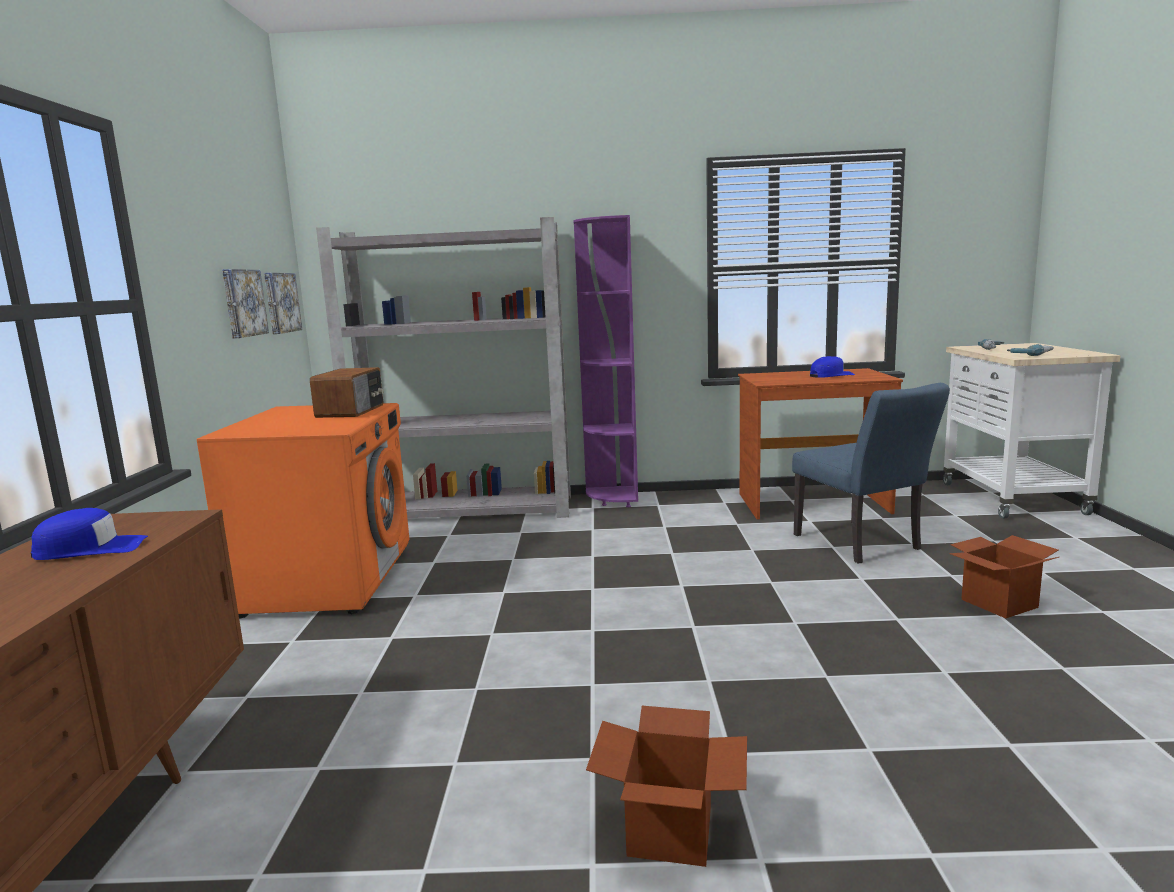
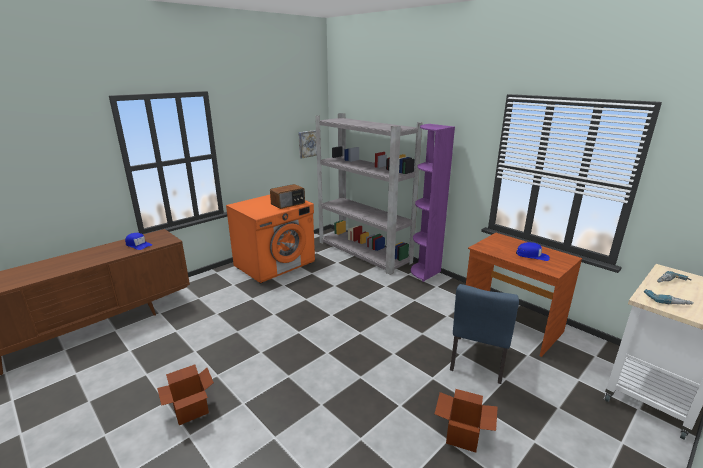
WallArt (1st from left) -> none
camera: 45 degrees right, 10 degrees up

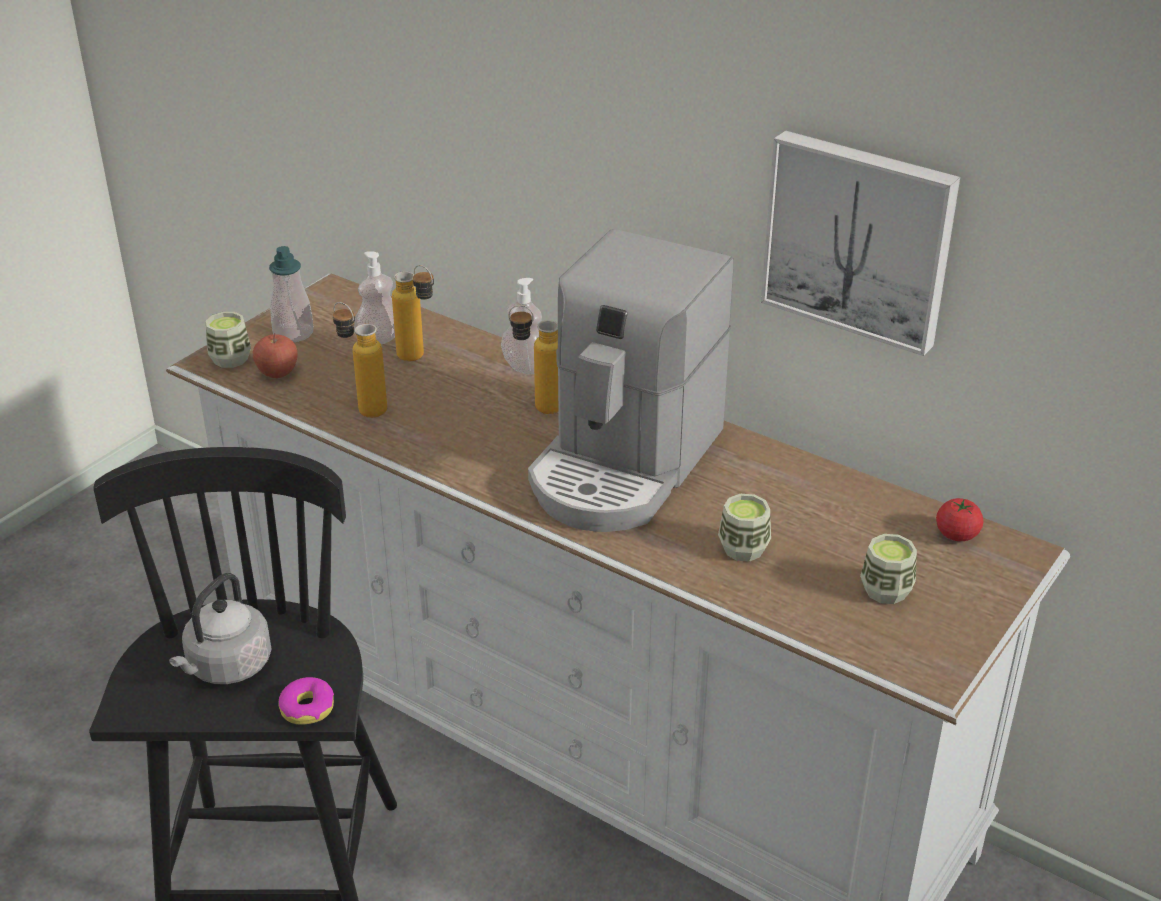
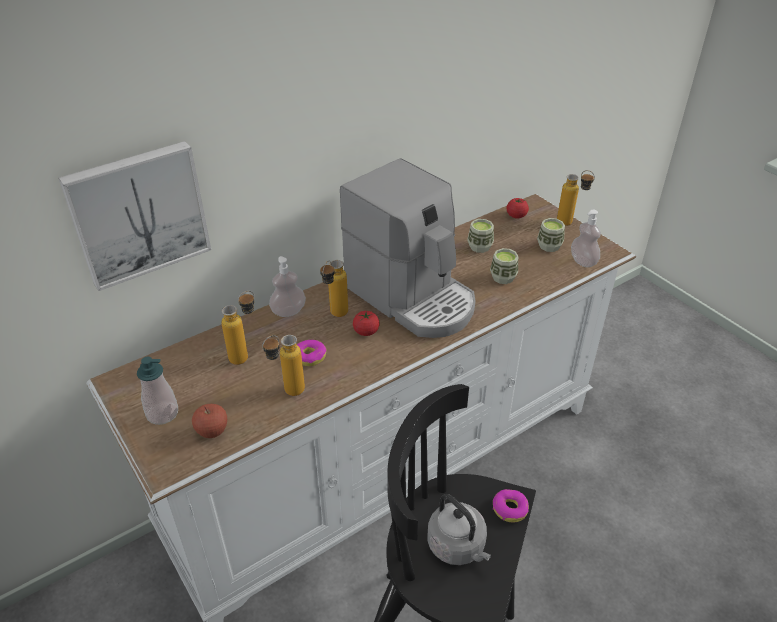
DrinkingCup (1st from left), moved
SoapDispenser (2nd from left in the first image) -> SoapDispenser (3rd from left), moved
WallArt, moved
none -> Doughnut (1st from left)
none -> FreshTomato (1st from left)
none -> BeverageBottle (4th from left)
camera: 70 degrees left, 5 degrees up

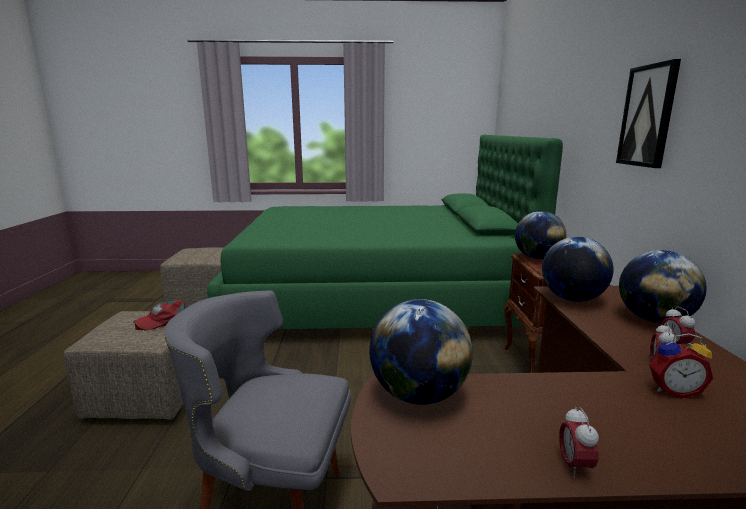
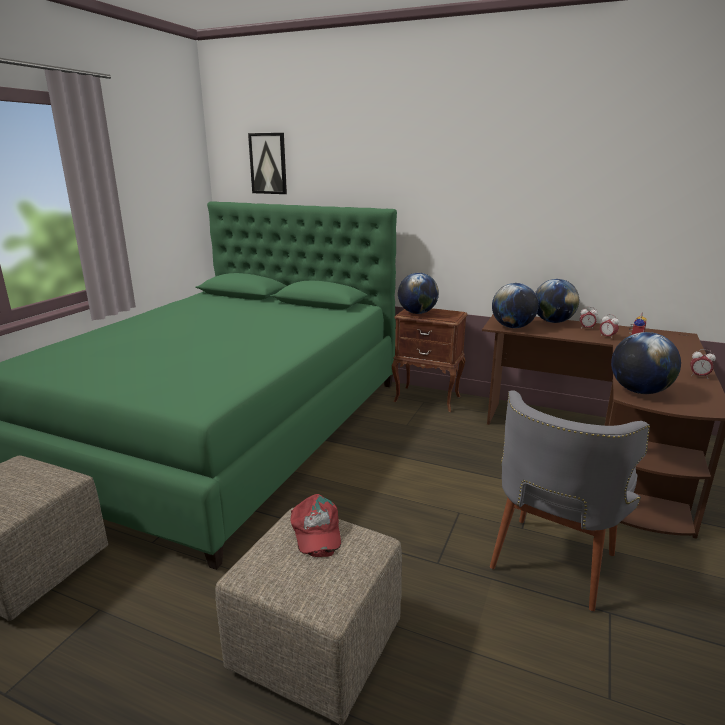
WallArt, moved
camera: 65 degrees left, 5 degrees up

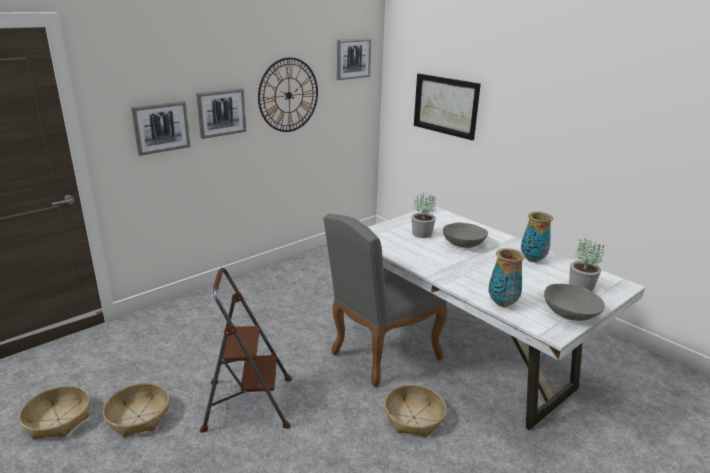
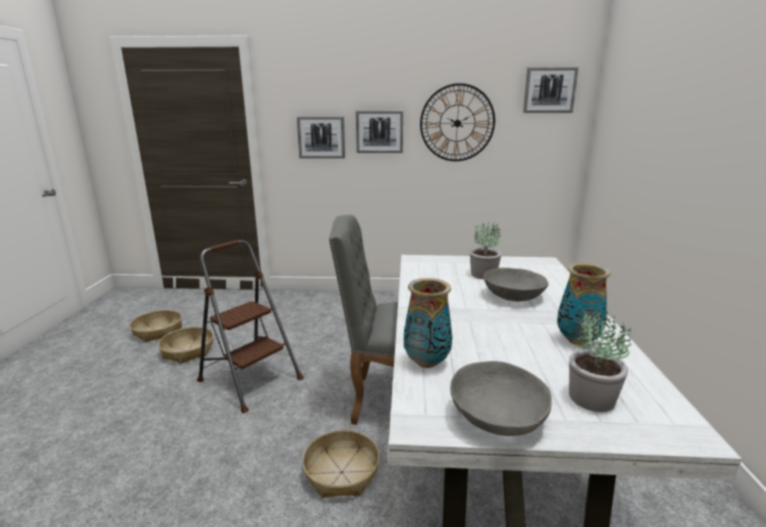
WallArt (4th from left) -> none
camera: 45 degrees right, 5 degrees down

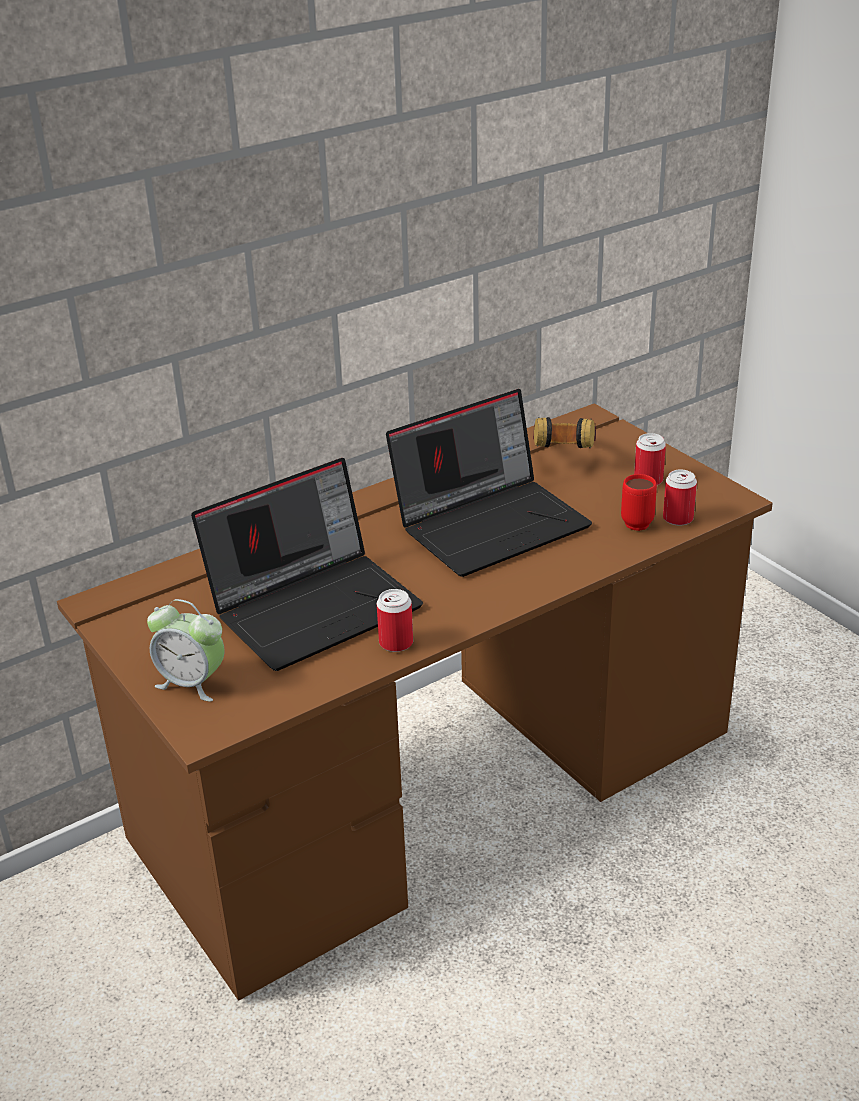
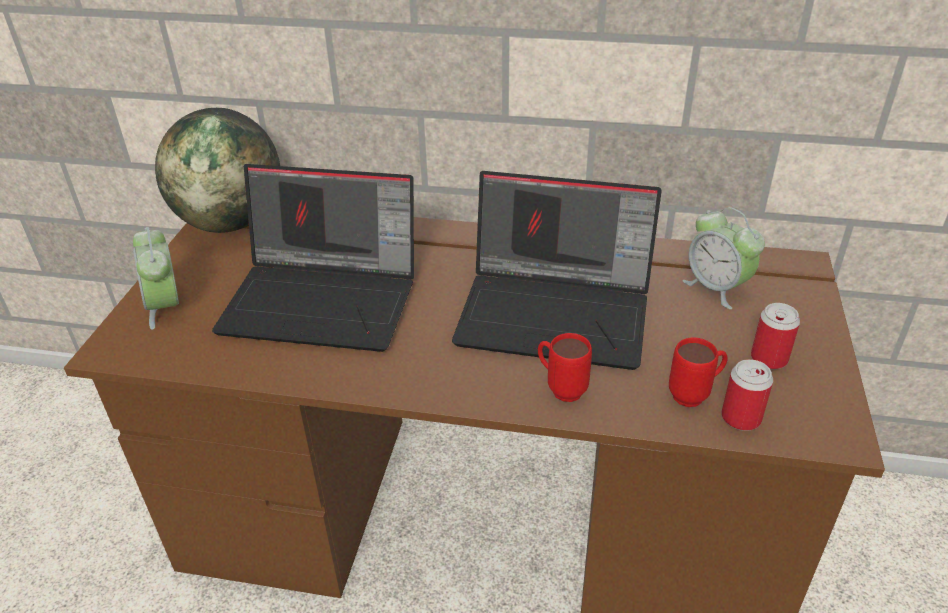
MetalCan (1st from left) -> none
PairOfHeadphones -> BedsideClock (2nd from left)
none -> WorldGlobe
none -> RedColouredTeaMug (1st from left)
camera: 45 degrees right, 5 degrees up

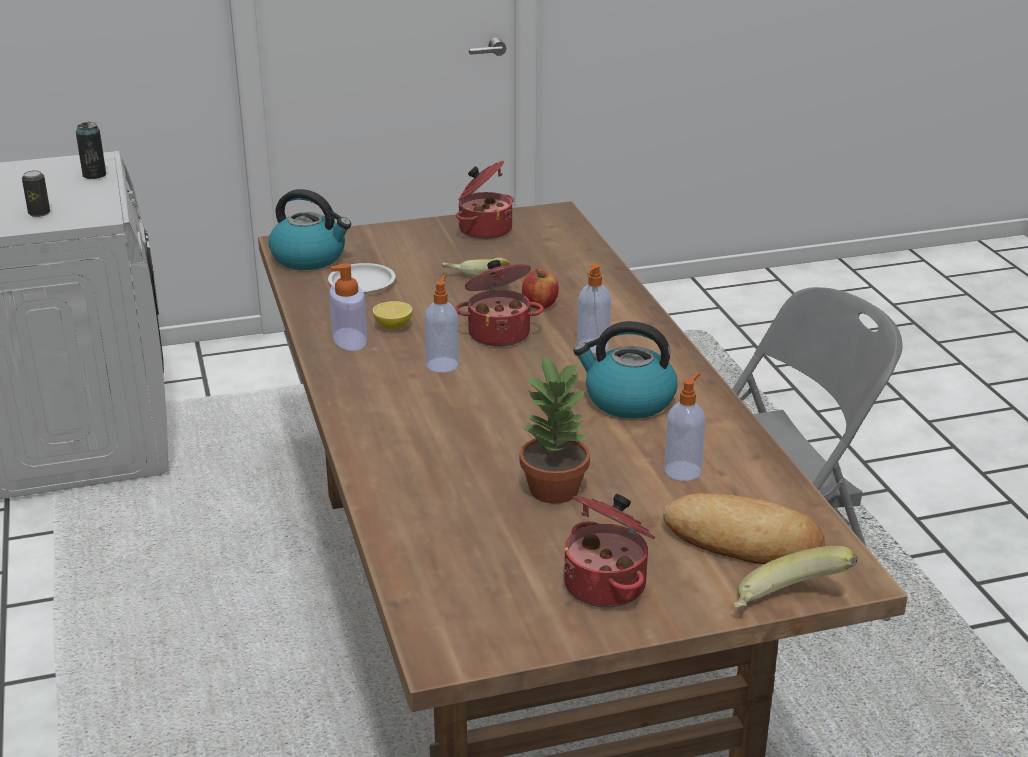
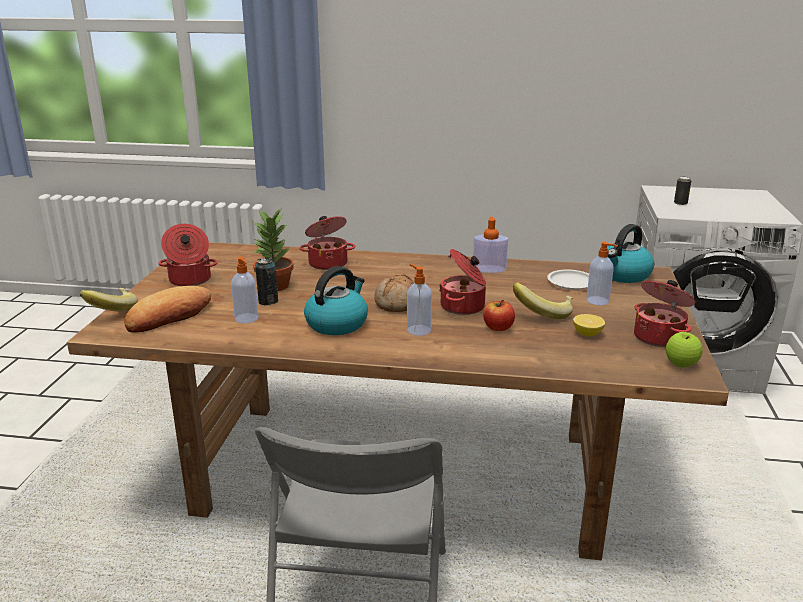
MetalCan (2nd from left in the first image) -> MetalCan (1st from left), moved
WholeLemon, moved
SoapDispenser (2nd from left in the first image) -> SoapDispenser (4th from left), moved
none -> Saucepot (2nd from left)
none -> BakedBread (2nd from left)
none -> WholeApple (2nd from left)
camera: 115 degrees right, 5 degrees down

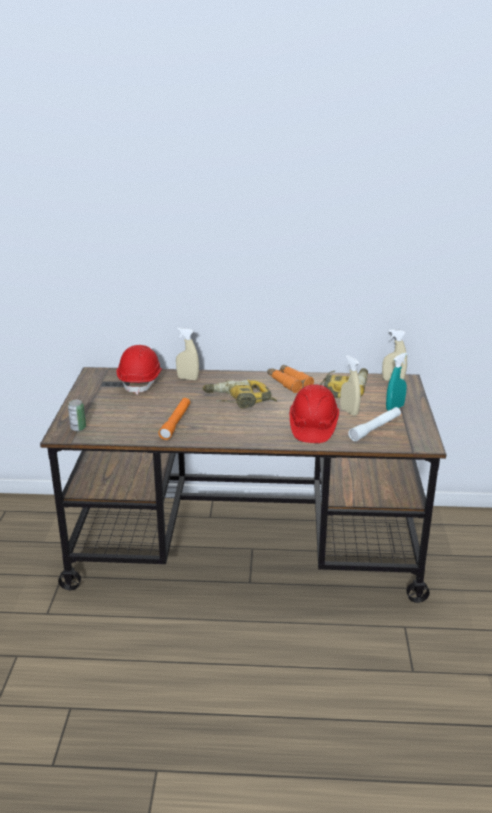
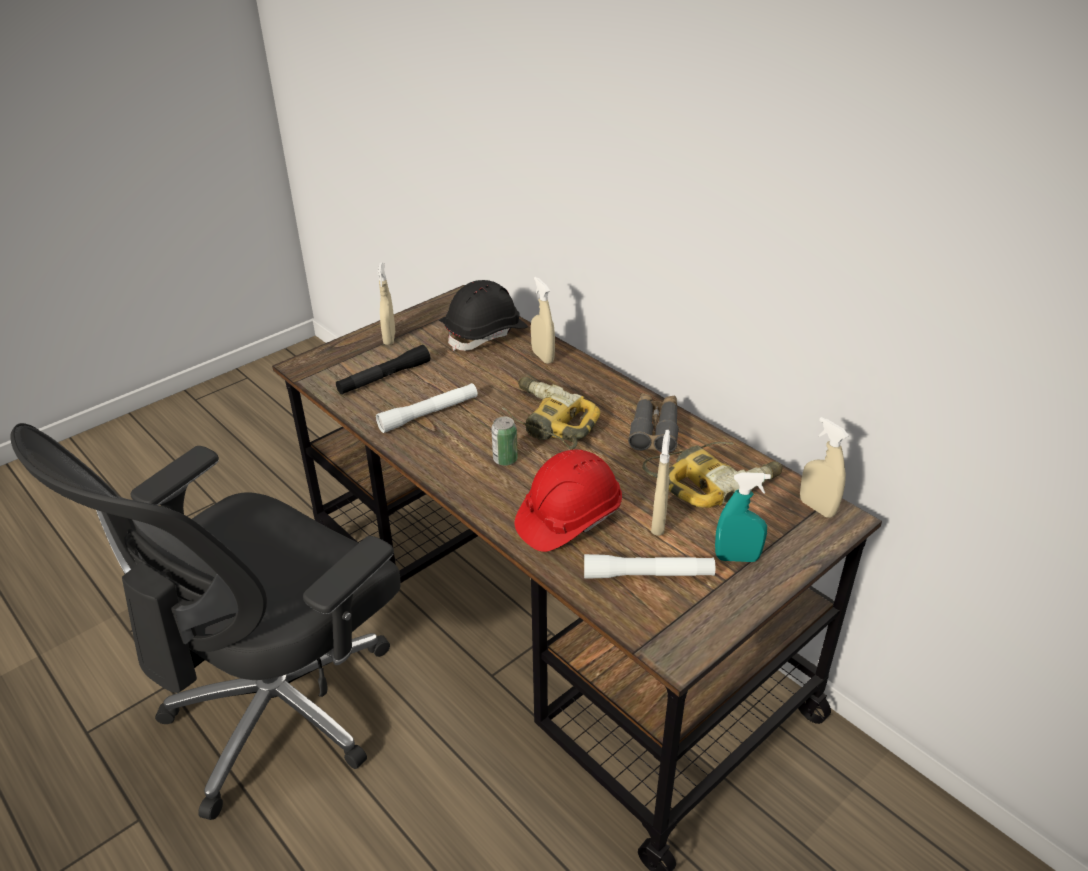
MetalCan, moved
RedColouredSafetyHelmet (1st from left) -> BlackishSafetyHelmet
OrangeColouredTorch -> WhitishTorch (1st from left)
OrangeColouredPairOfBinoculars -> GreyPairOfBinoculars
none -> OfficeChair
none -> BlackishTorch
none -> SandColouredSprayer (1st from left)
camera: 45 degrees right, 10 degrees up

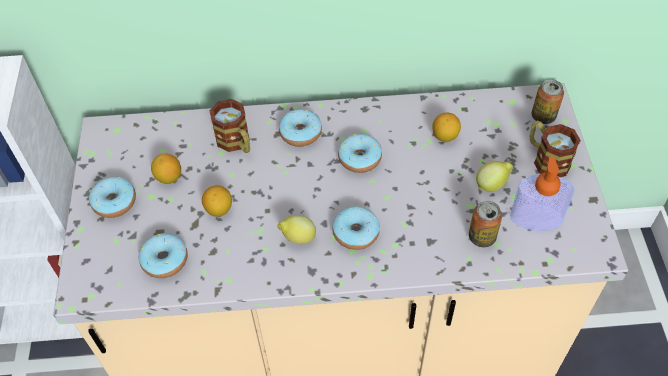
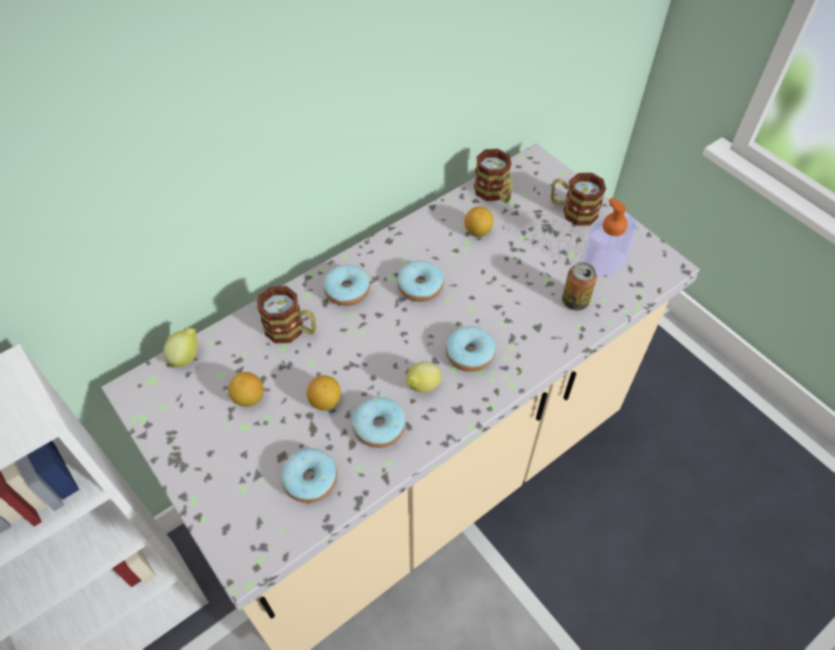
Doughnut (1st from left in the first image) -> Doughnut (3rd from left), moved
WholeLemon (5th from left in the first image) -> WholeLemon (1st from left), moved
MetalCan (2nd from left) -> none
none -> TeaMug (2nd from left)
camera: 35 degrees left, 0 degrees up

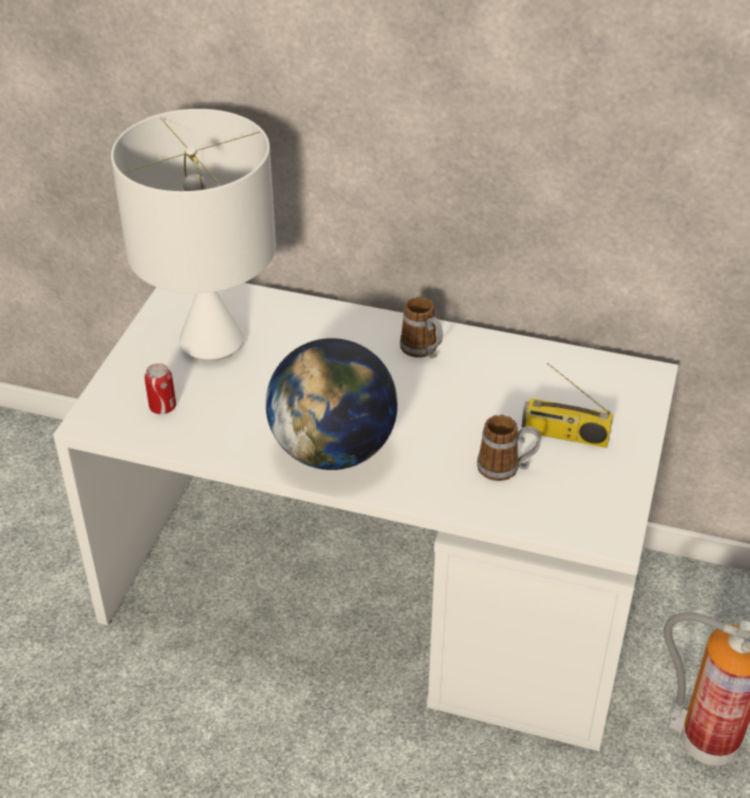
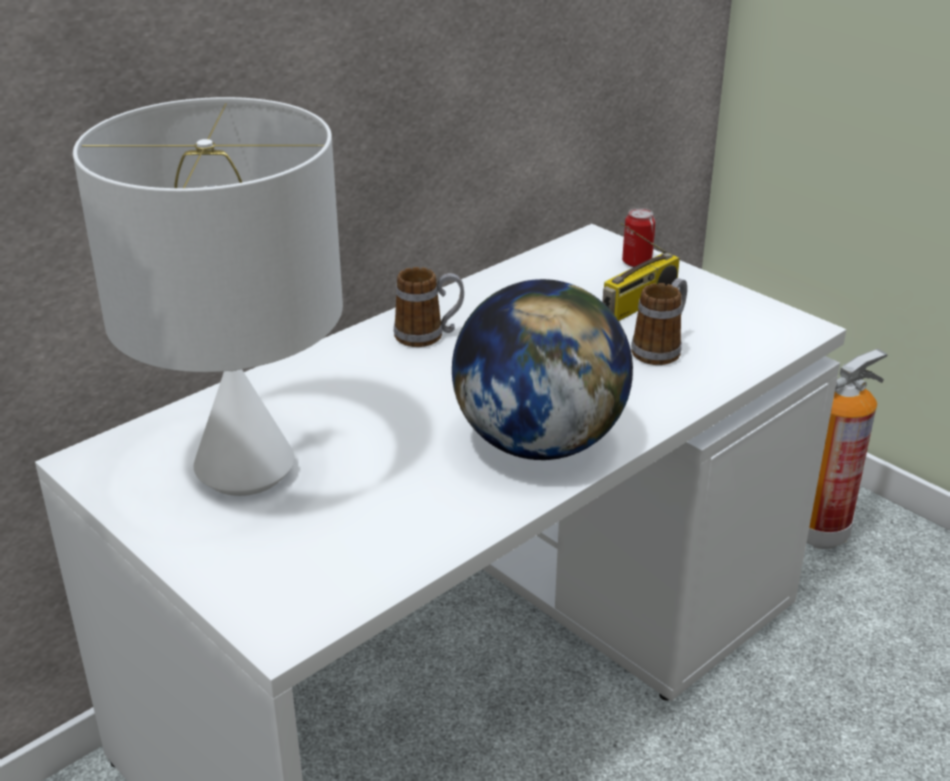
MetalCan, moved
camera: 60 degrees left, 10 degrees down

